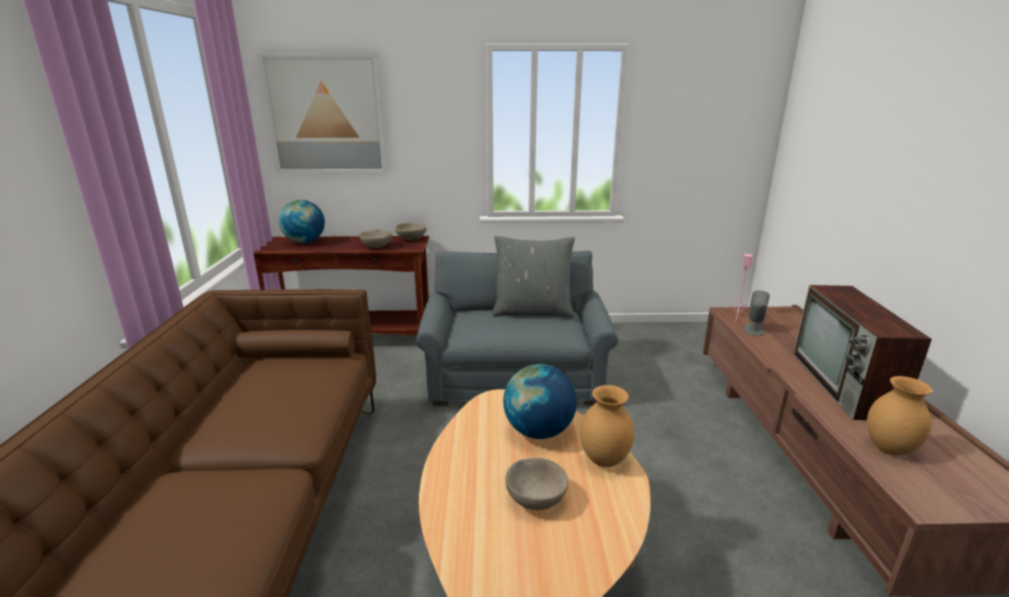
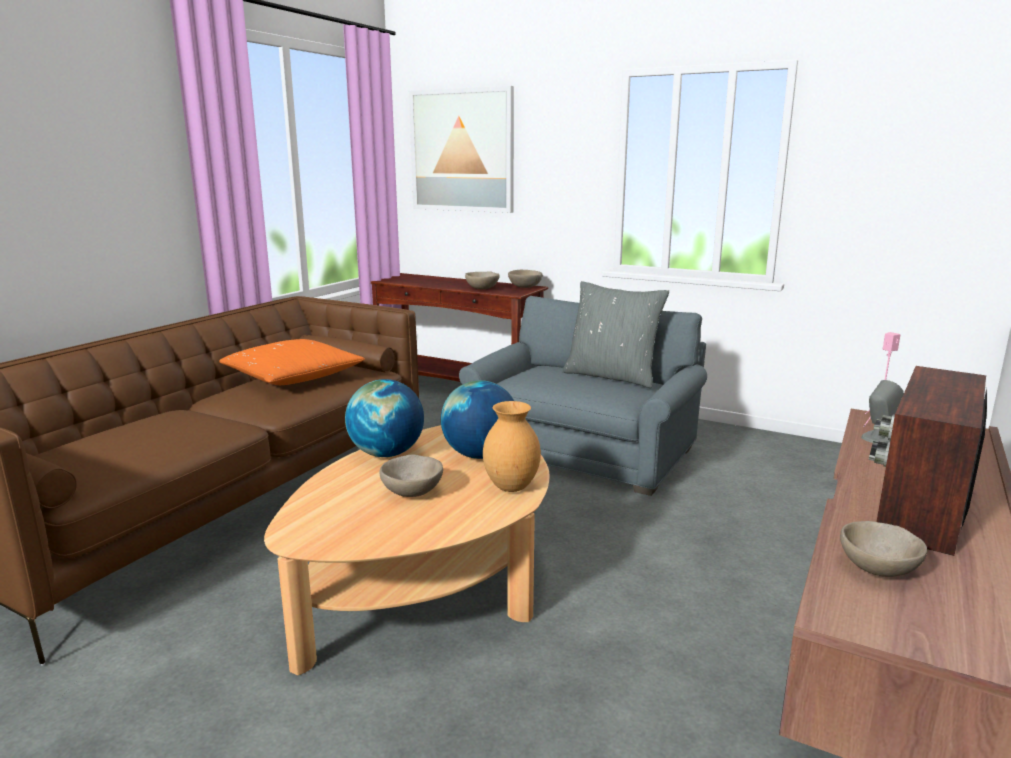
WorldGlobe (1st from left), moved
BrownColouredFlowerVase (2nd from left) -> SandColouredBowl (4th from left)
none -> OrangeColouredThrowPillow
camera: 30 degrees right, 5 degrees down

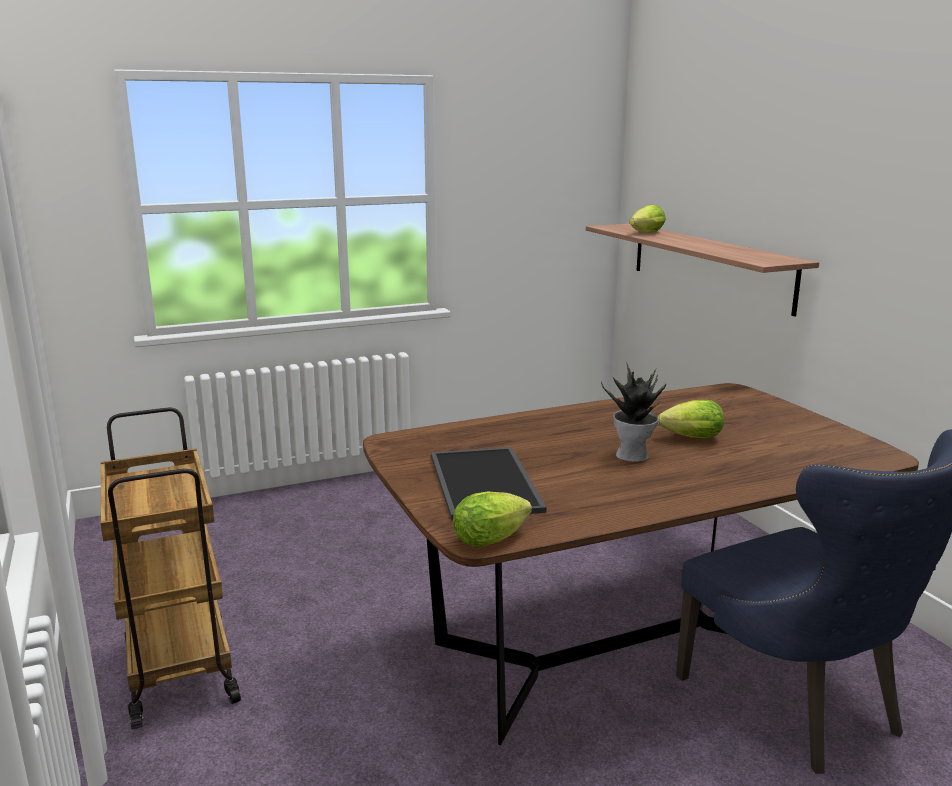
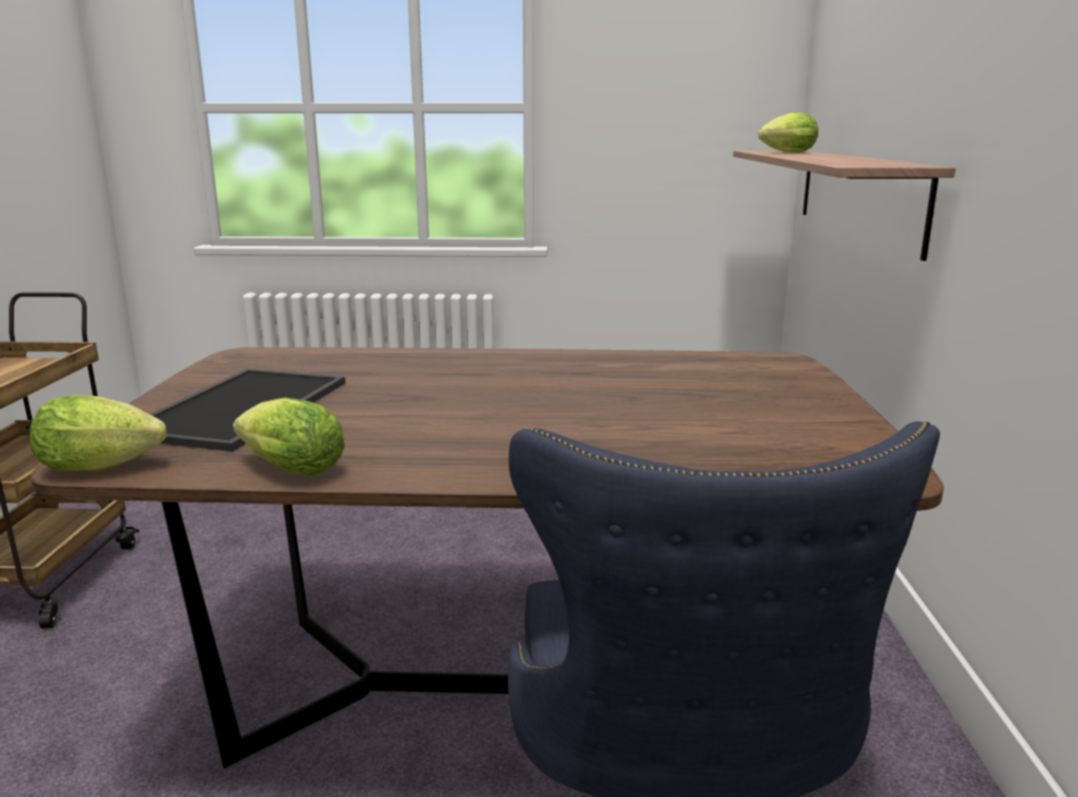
Houseplant -> none
Lettuce (3rd from left in the first image) -> Lettuce (2nd from left), moved
camera: 25 degrees right, 0 degrees up

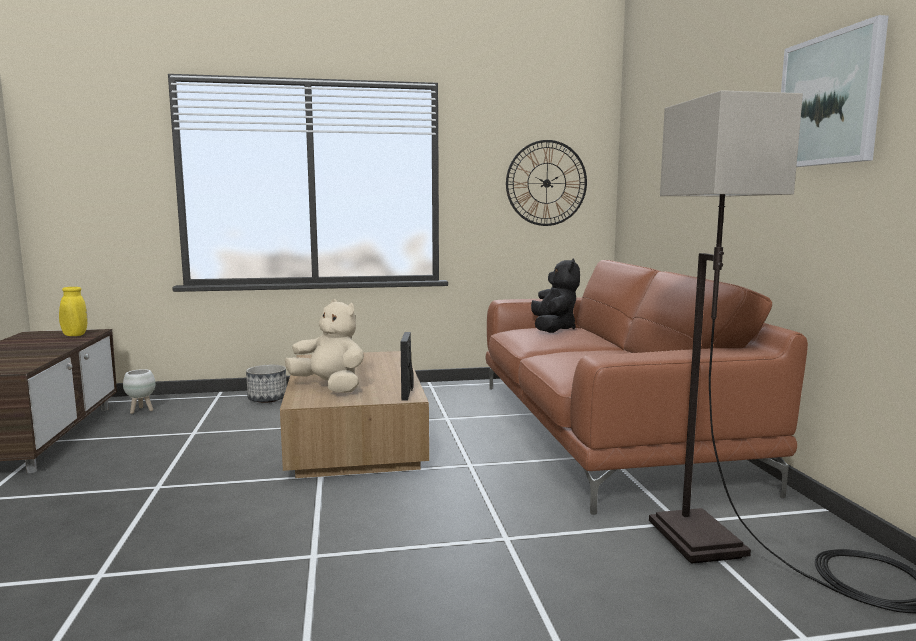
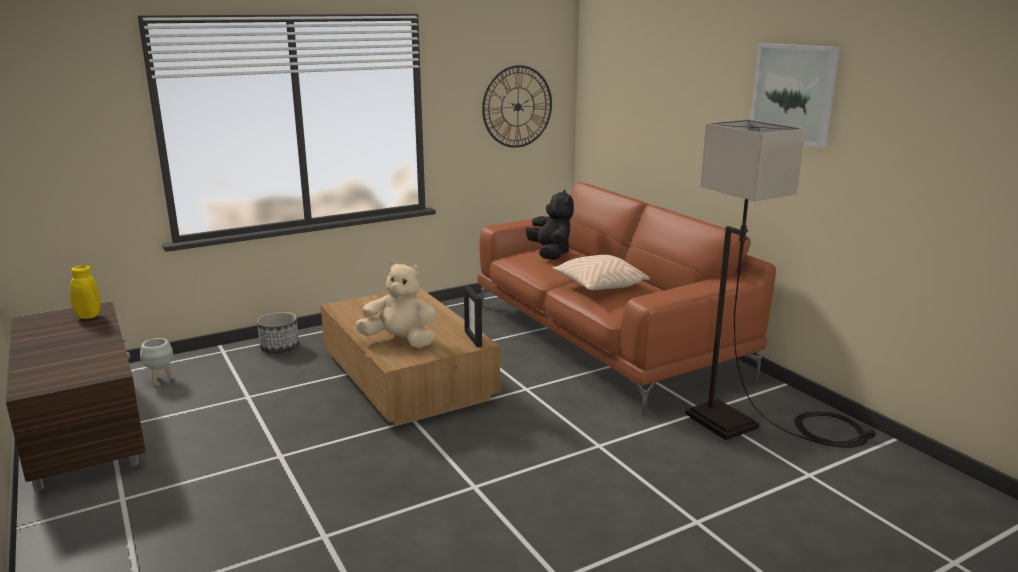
none -> SandColouredThrowPillow
camera: 20 degrees left, 10 degrees up

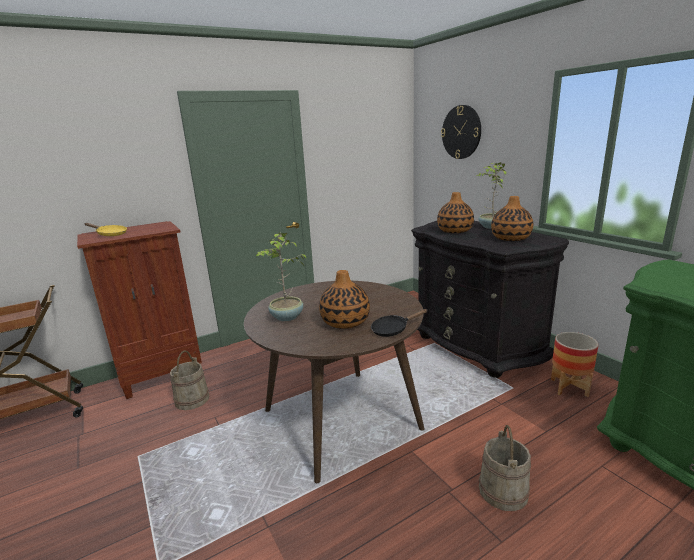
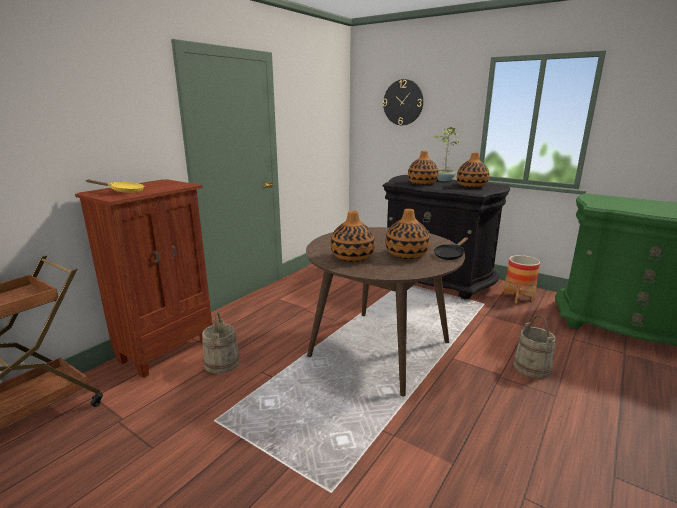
Houseplant (1st from left) -> FlowerVase (1st from left)
camera: 25 degrees left, 0 degrees up

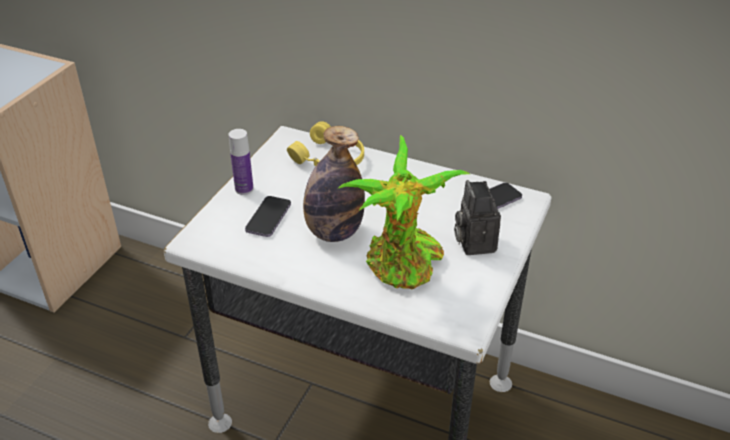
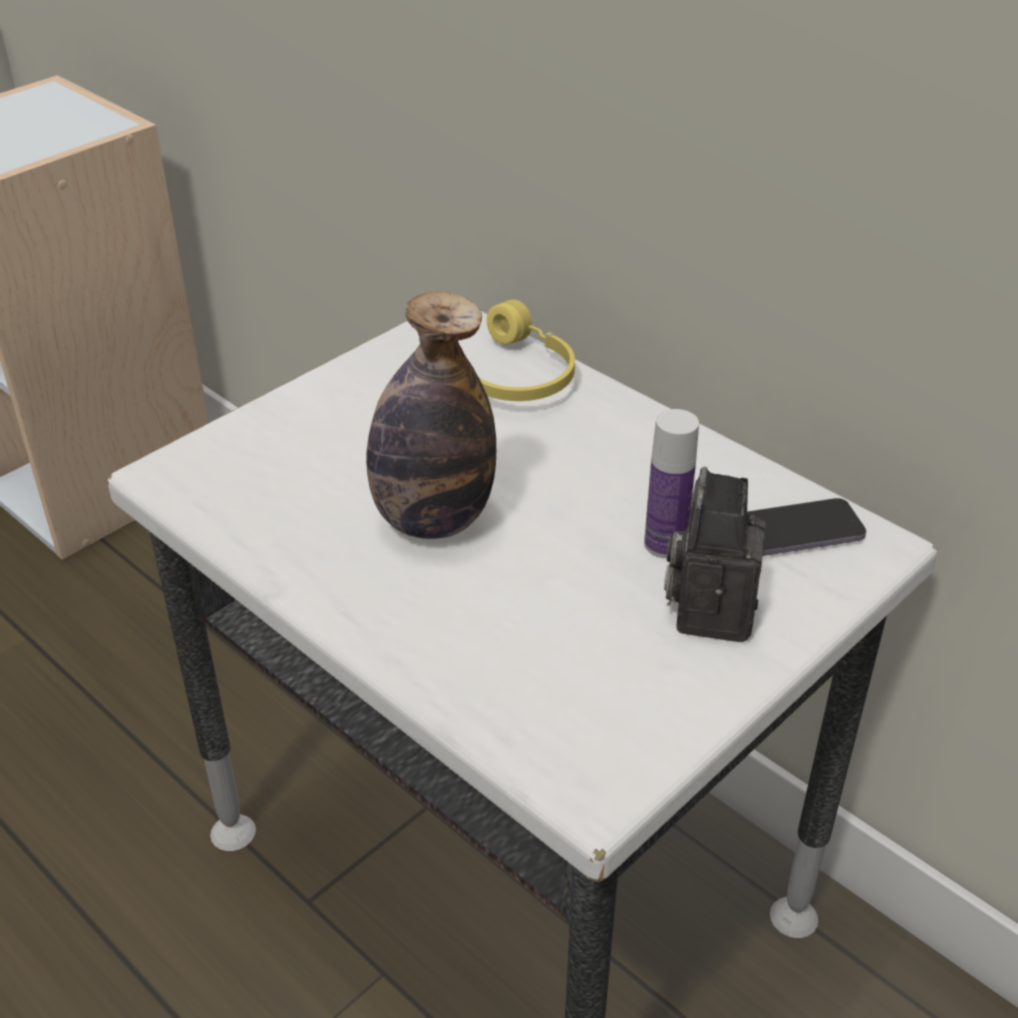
BeverageBottle (1st from left in the first image) -> BeverageBottle (2nd from left), moved
Handset (1st from left) -> none
Houseplant -> none
camera: 20 degrees right, 0 degrees up

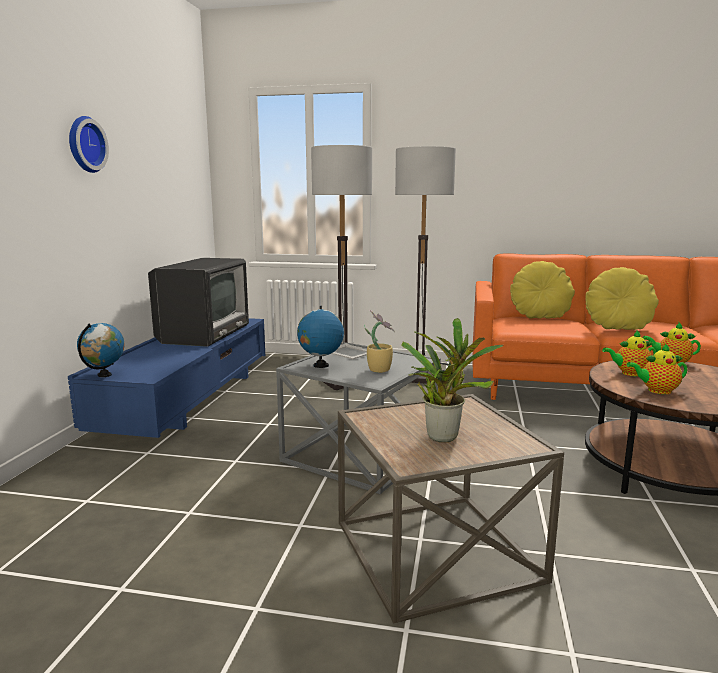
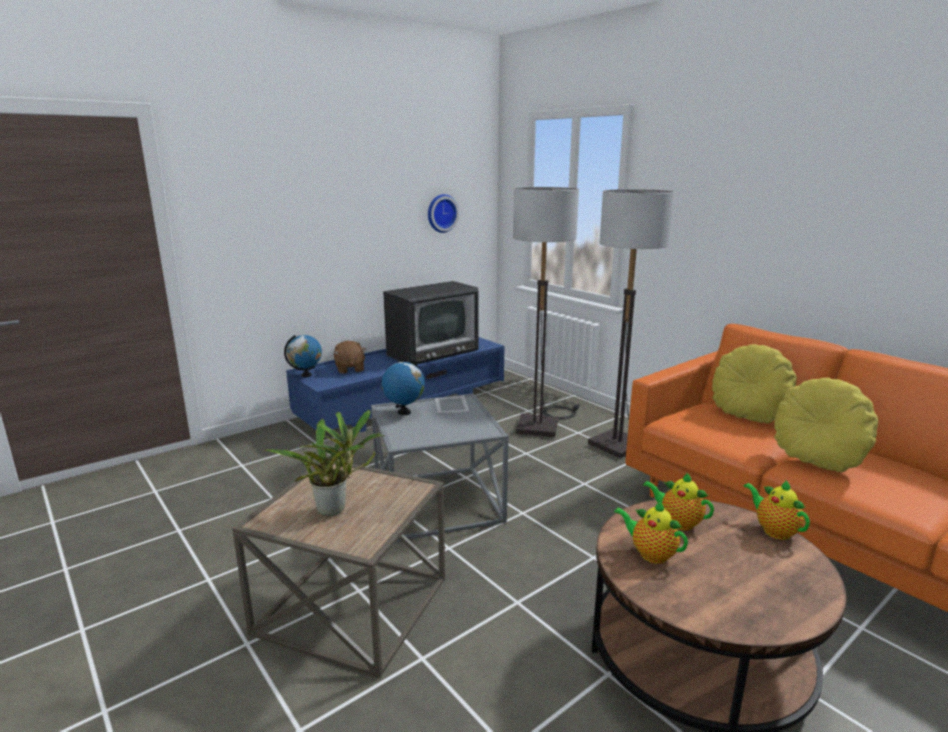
HangingClock, moved
Houseplant (1st from left) -> none
none -> BrownColouredCuddlyToy
camera: 40 degrees right, 5 degrees up

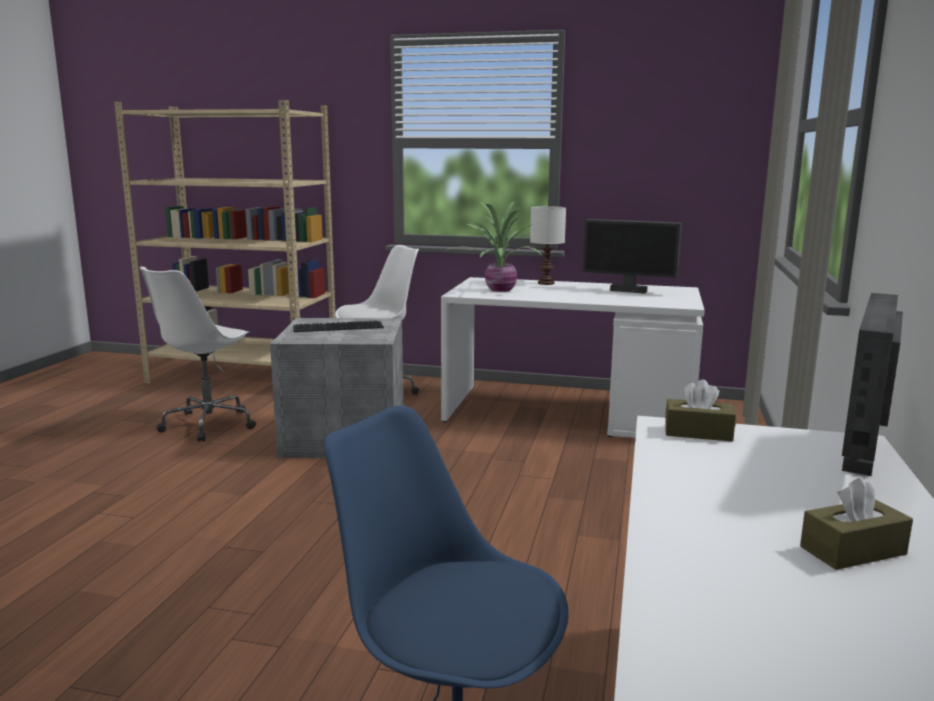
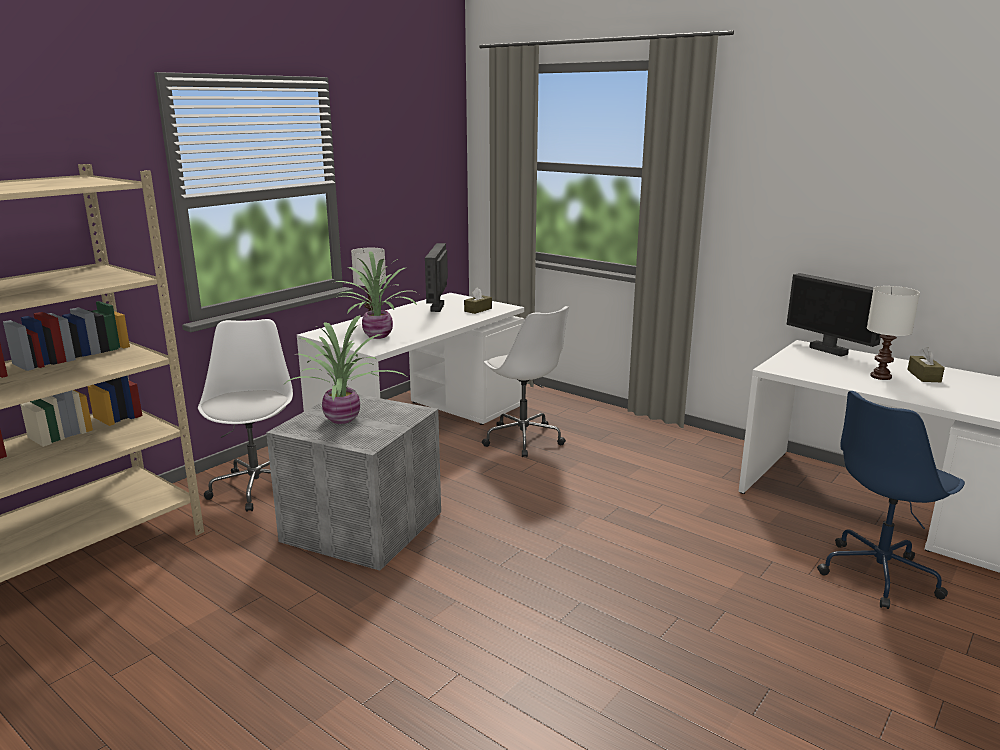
WhitishOfficeChair (1st from left in the first image) -> WhitishOfficeChair (2nd from left), moved
ComputerKeyboard -> Houseplant (1st from left)
Monitor (1st from left), 135 degrees clockwise
BrownColouredTissueBox (1st from left), moved
none -> WhitishTableLamp (2nd from left)
camera: 65 degrees left, 5 degrees up

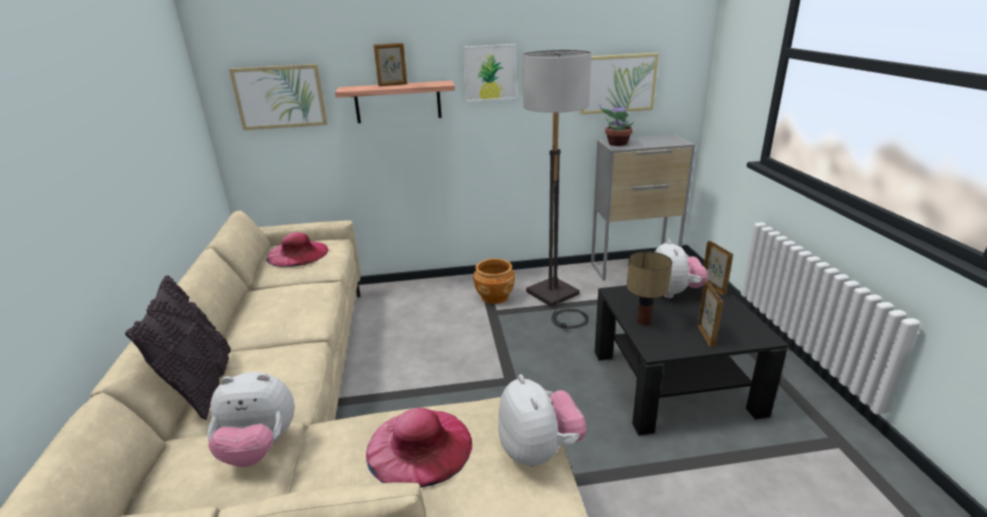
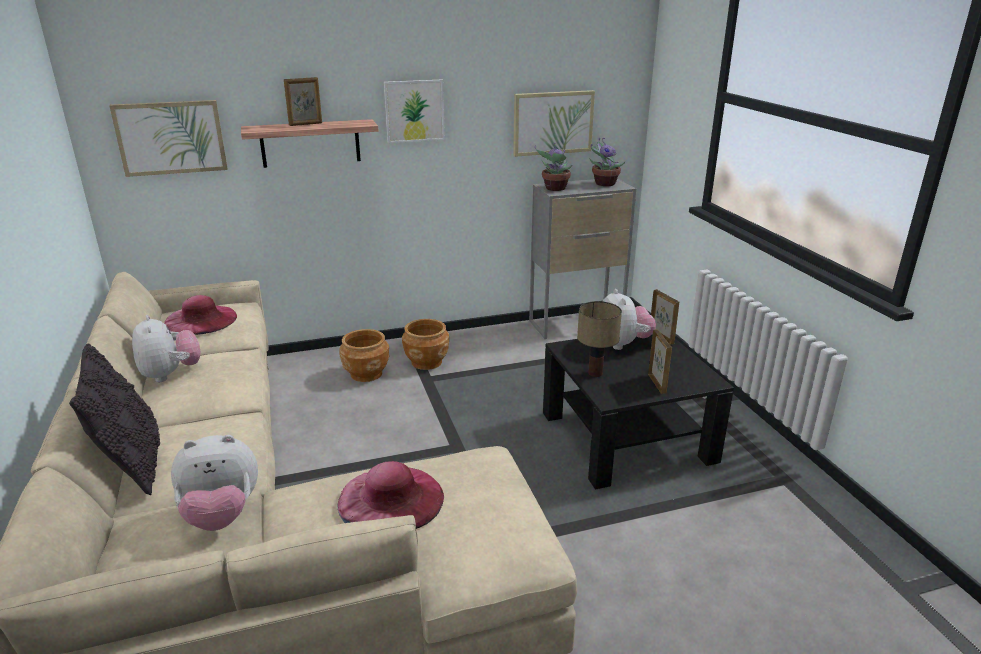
CuddlyToy (2nd from left in the first image) -> CuddlyToy (1st from left), moved
FloorLamp -> none
none -> BrownColouredPlantPot (1st from left)
none -> Houseplant (2nd from left)
camera: 10 degrees left, 0 degrees up

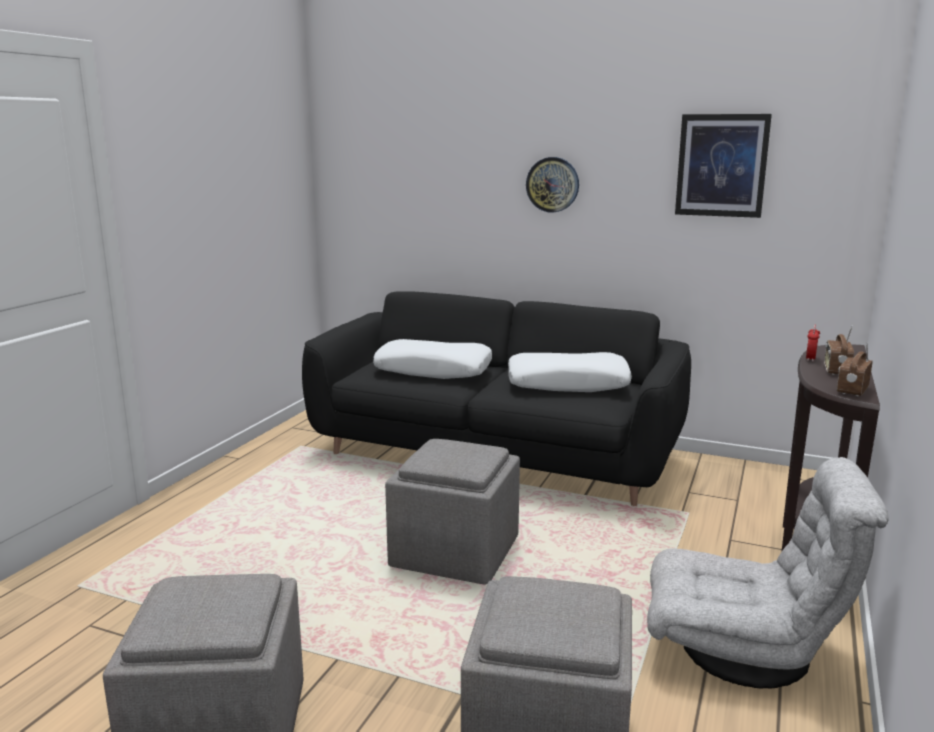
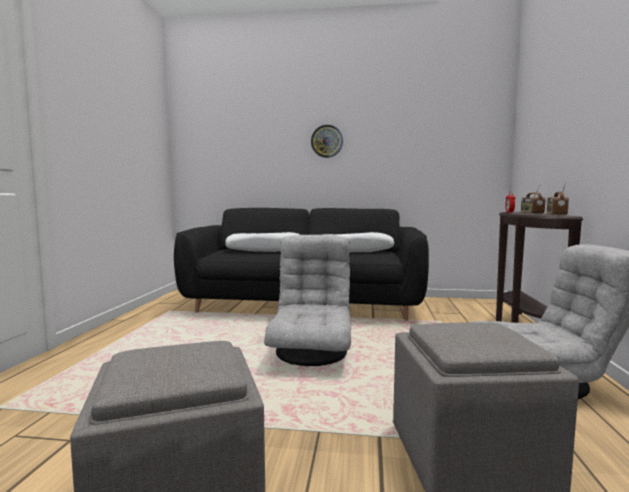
GreyFootrest (2nd from left) -> GreyEasyChair (1st from left)
WallArt -> none
camera: 15 degrees left, 10 degrees down

